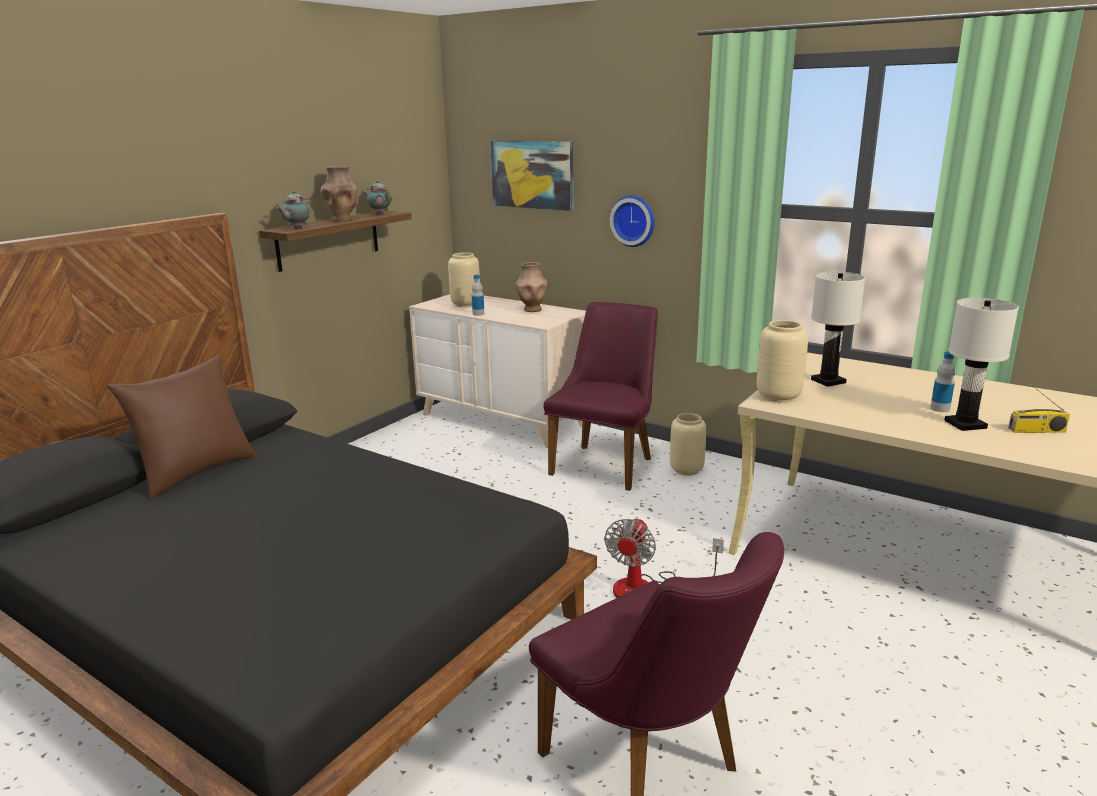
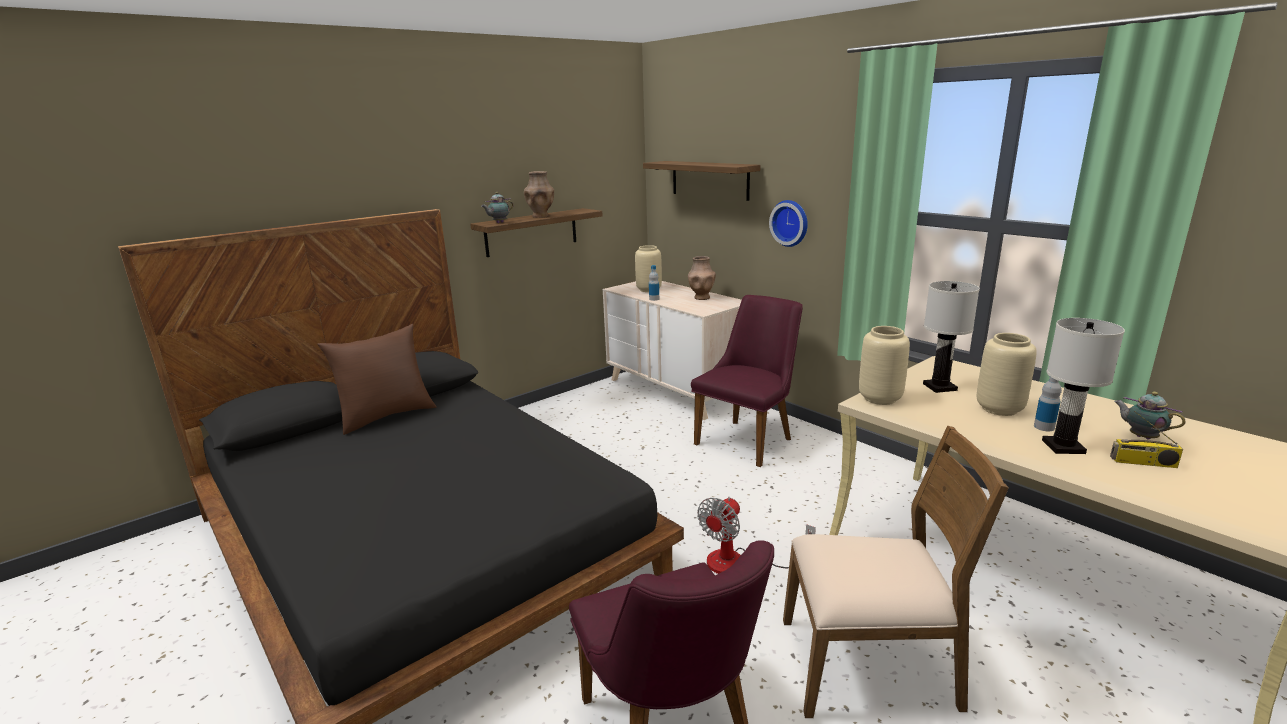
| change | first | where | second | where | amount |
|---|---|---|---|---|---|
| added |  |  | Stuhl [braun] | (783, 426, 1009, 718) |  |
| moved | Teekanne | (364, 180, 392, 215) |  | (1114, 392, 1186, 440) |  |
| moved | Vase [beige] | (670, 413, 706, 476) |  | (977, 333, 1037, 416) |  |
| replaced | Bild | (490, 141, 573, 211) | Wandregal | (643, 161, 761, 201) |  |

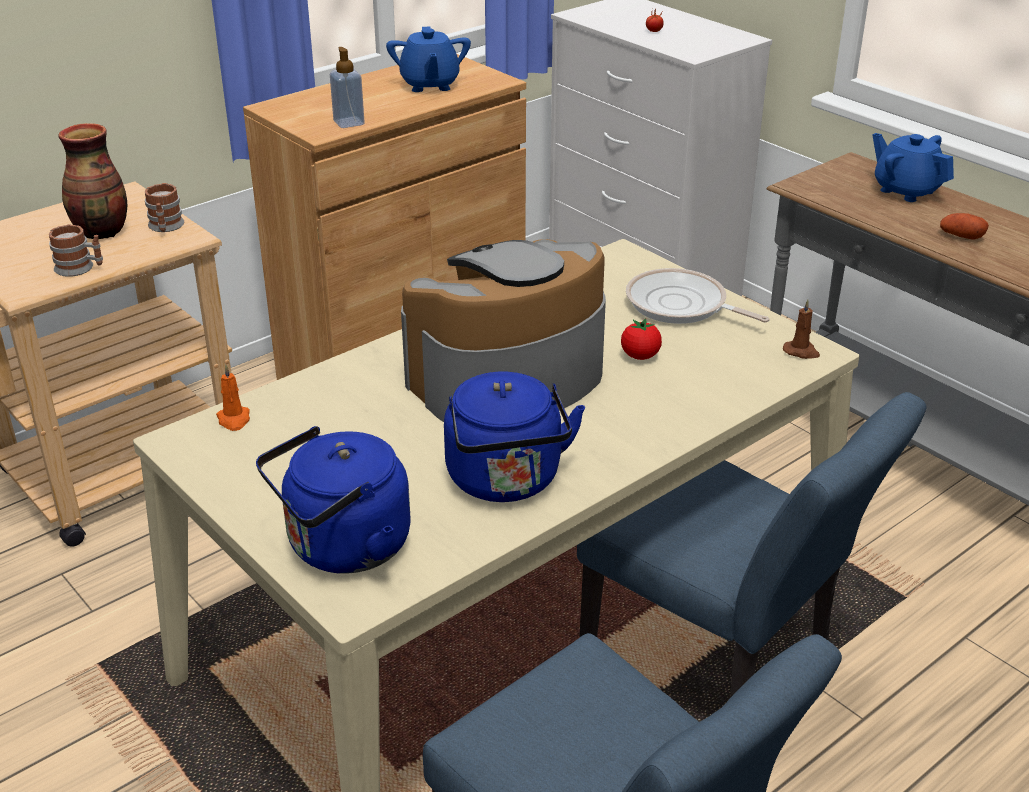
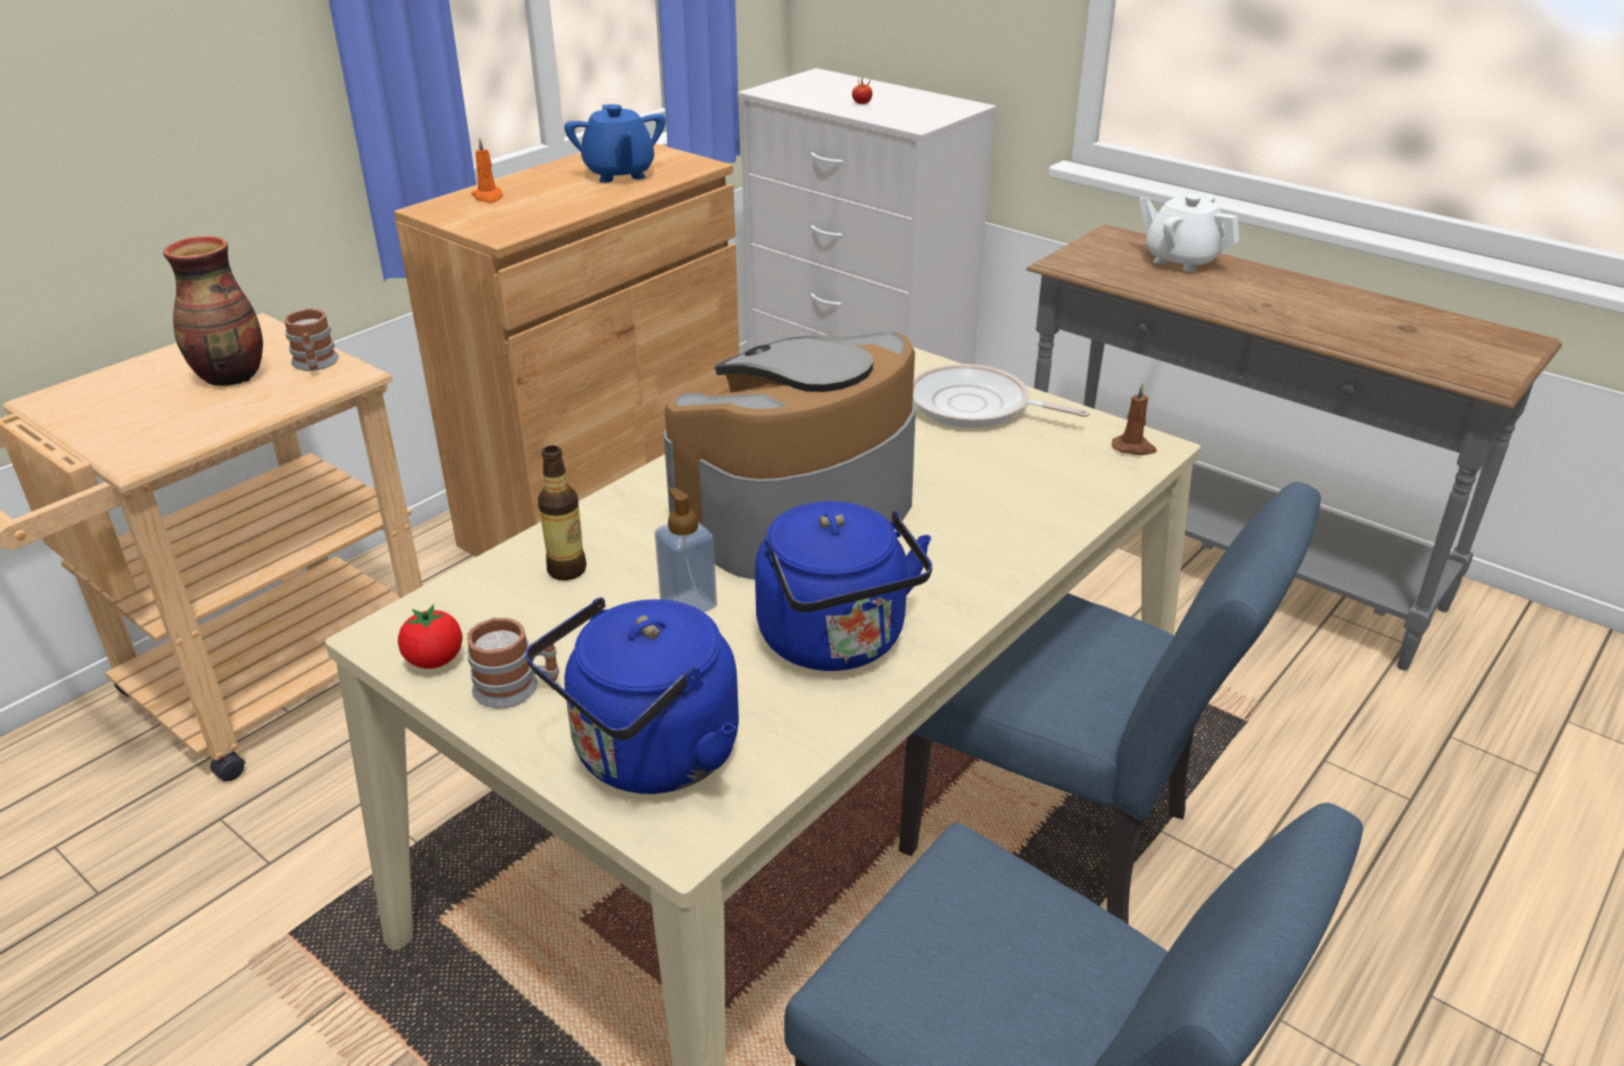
| change | first | where | second | where | amount |
|---|---|---|---|---|---|
| removed | Kartoffel | (940, 213, 989, 239) |  |  |  |
| added |  |  | Flasche | (538, 445, 587, 580) |  |
| moved | Henkelbecher | (49, 224, 103, 277) |  | (467, 617, 559, 709) |  |
| moved | Kerze [orange] | (216, 365, 250, 431) |  | (471, 138, 503, 203) |  |
| moved | Seifenspender | (330, 47, 365, 128) |  | (655, 488, 717, 612) |  |
| moved | Tomate | (621, 318, 662, 360) |  | (398, 604, 463, 669) |  |
| recoloured | Teekanne [blau] | (872, 133, 954, 202) | Teekanne [weiß] | (1139, 194, 1239, 272) |  |

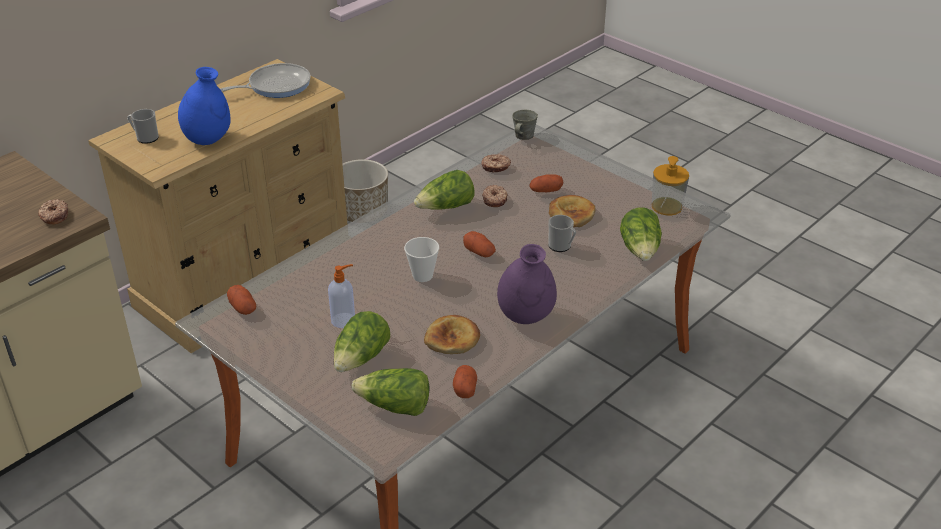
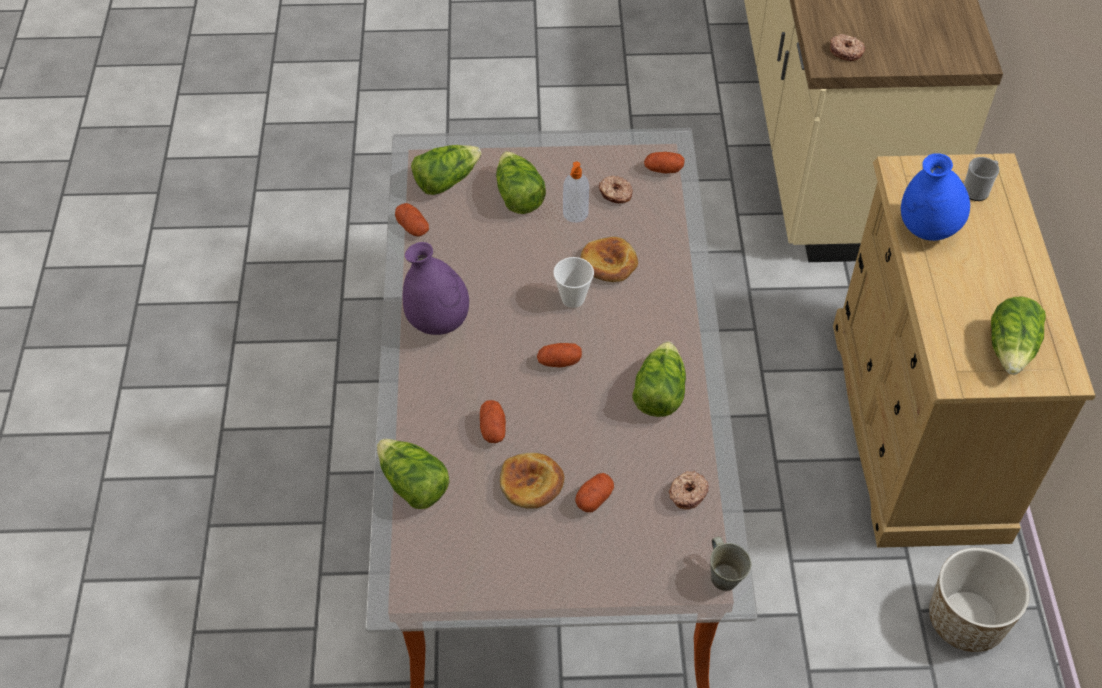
| change | first | where | second | where | amount |
|---|---|---|---|---|---|
| removed | Seifenspender | (652, 156, 689, 215) |  |  |  |
| moved | Brot | (424, 315, 480, 354) |  | (581, 237, 638, 282) |  |
| moved | Donut | (482, 185, 507, 207) |  | (599, 175, 633, 203) |  |
| replaced | Pfanne | (220, 63, 311, 98) | Salatkopf | (991, 297, 1046, 375) |  |
| replaced | Henkelbecher | (548, 215, 576, 252) | Kartoffel | (480, 400, 506, 443) |  |

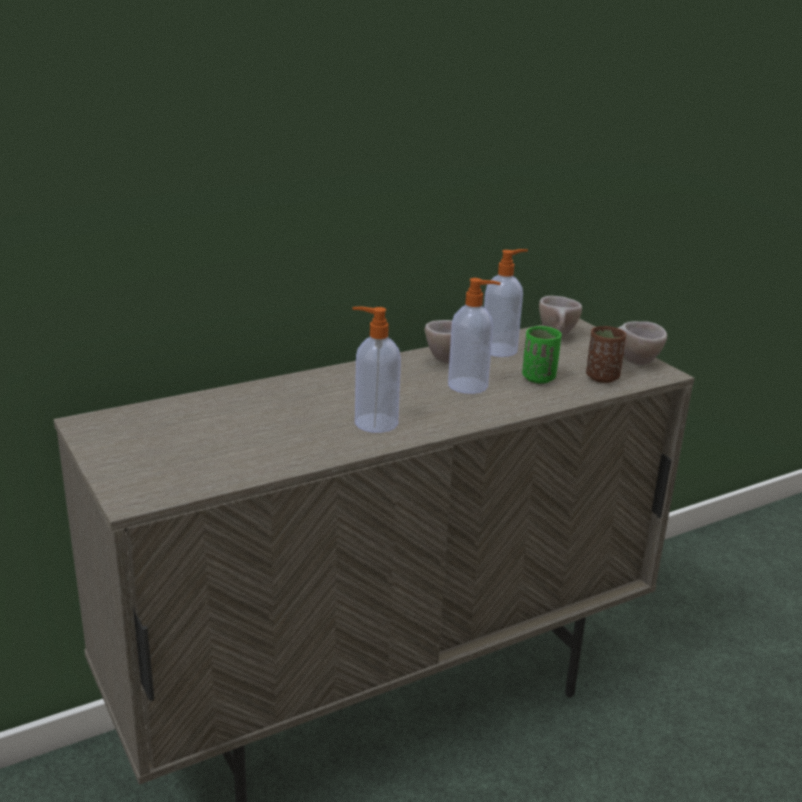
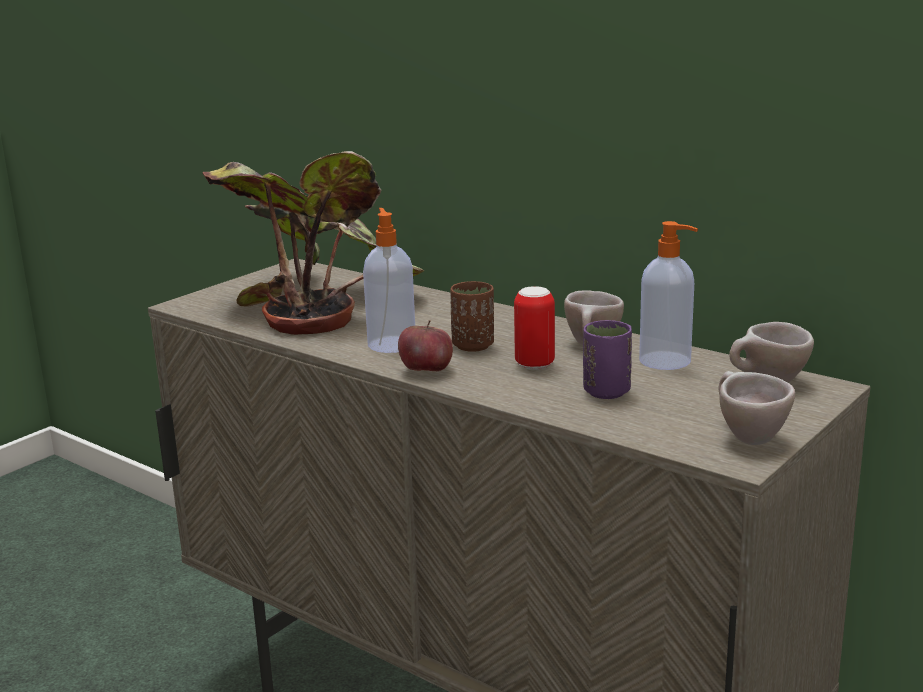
| change | first | where | second | where | amount |
|---|---|---|---|---|---|
| added |  |  | Topfpflanze | (203, 151, 424, 335) |  |
| added |  |  | Apfel | (398, 320, 453, 371) |  |
| moved | Tasse [braun] | (586, 326, 626, 383) |  | (450, 281, 494, 352) |  |
| replaced | Seifenspender | (448, 278, 501, 394) | Dose | (514, 286, 555, 370) |  |
| recoloured | Tasse [grün] | (522, 326, 561, 384) | Tasse [lila] | (583, 320, 632, 399) |  |

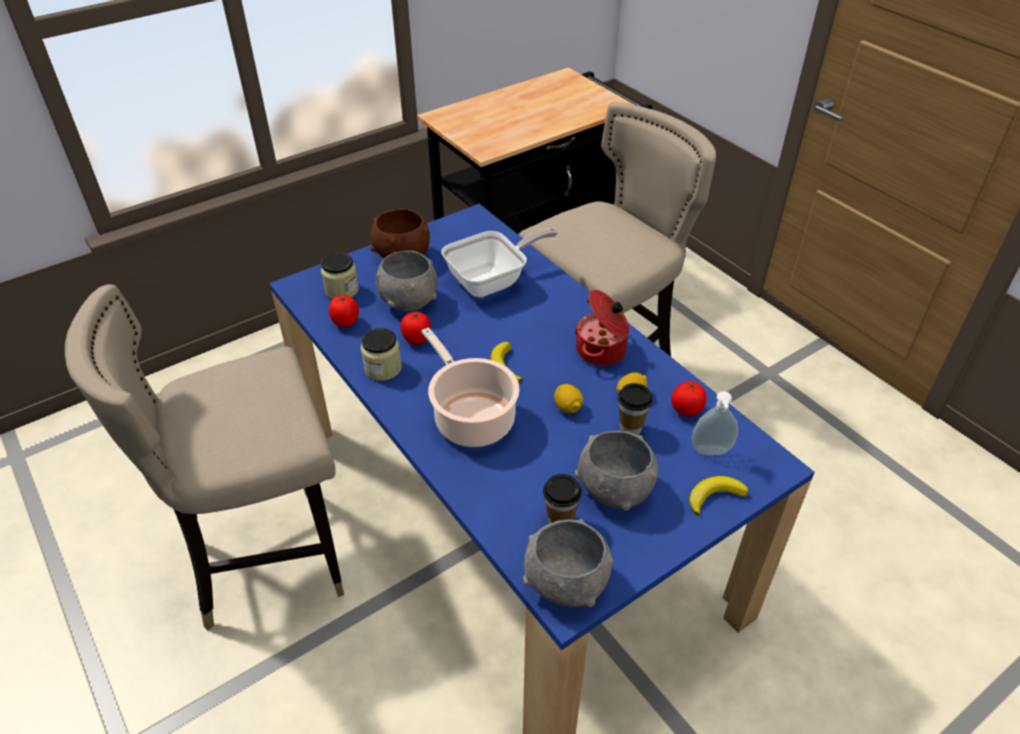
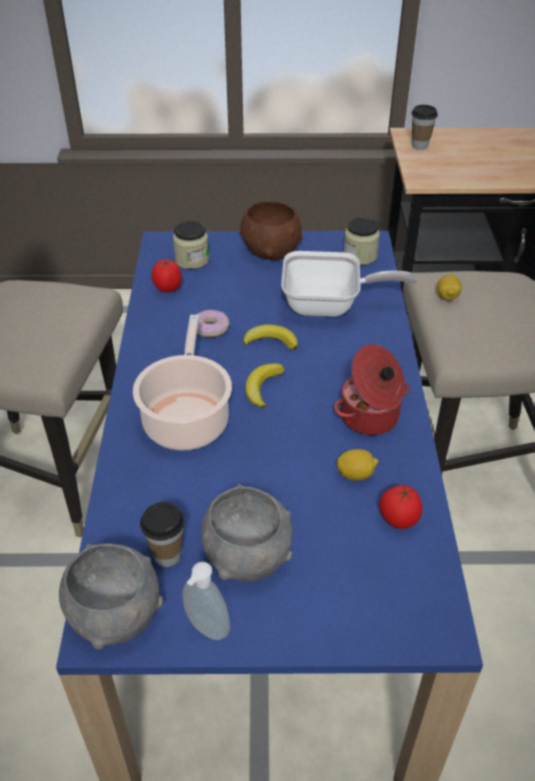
| change | first | where | second | where | amount |
|---|---|---|---|---|---|
| removed | Schüssel [grau] | (376, 251, 438, 311) |  |  |  |
| moved | Vorratsglas | (361, 328, 402, 381) |  | (344, 217, 380, 265) |  |
| moved | Zitrone | (554, 384, 583, 413) |  | (437, 275, 462, 300) |  |
| moved | Tasse | (618, 383, 653, 435) |  | (411, 105, 438, 150) |  |
| moved | Banane | (689, 476, 748, 516) |  | (243, 324, 298, 350) |  |
| moved | Seifenspender | (692, 391, 738, 455) |  | (182, 562, 230, 640) |  |
| replaced | Tomate | (400, 311, 431, 344) | Donut | (196, 310, 230, 337) |  |

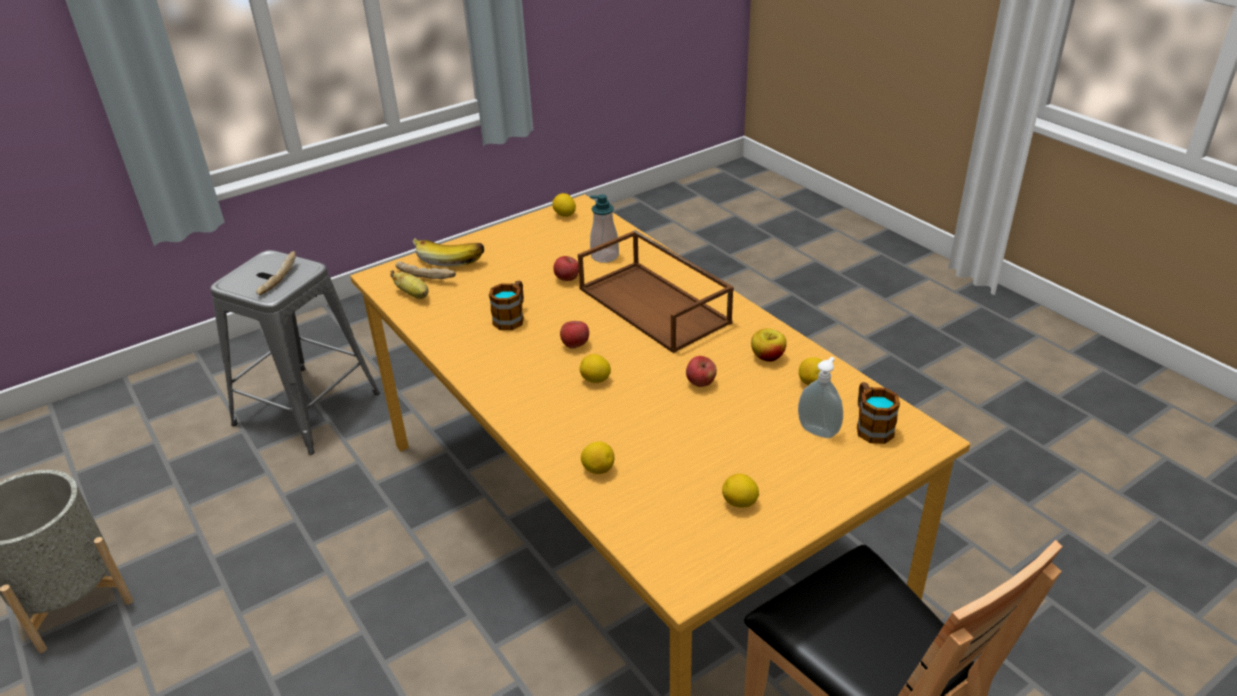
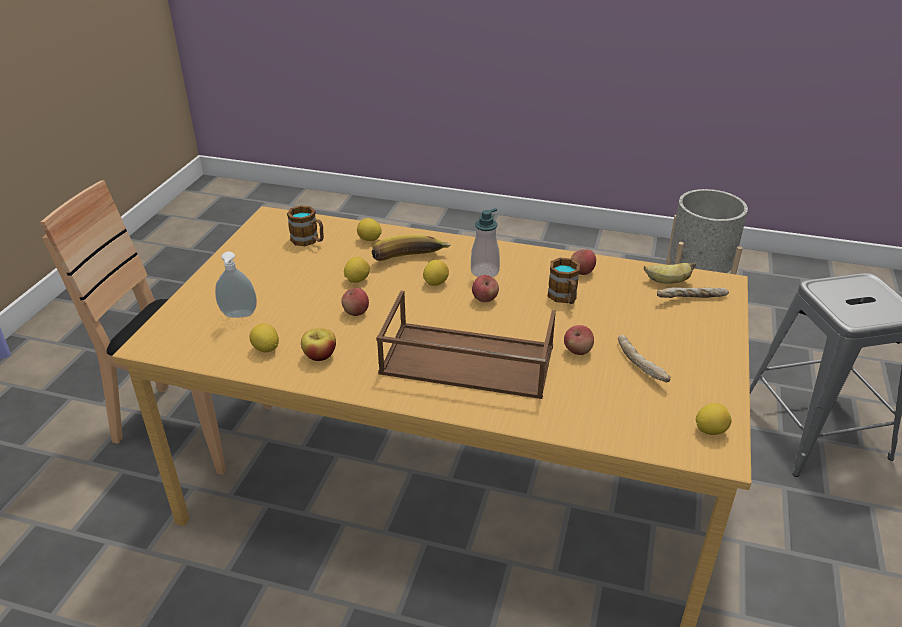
| change | first | where | second | where | amount |
|---|---|---|---|---|---|
| added |  |  | Apfel | (571, 249, 596, 275) |  |
| moved | Brot | (256, 251, 296, 295) |  | (618, 335, 671, 382) |  |
| moved | Banane | (413, 238, 484, 267) |  | (372, 235, 451, 261) |  |
| moved | Seifenspender | (590, 194, 619, 263) |  | (471, 208, 500, 277) |  |
| moved | Zitrone | (722, 473, 759, 508) |  | (344, 257, 370, 283) |  |
| moved | Henkelbecher | (857, 382, 900, 444) |  | (287, 205, 324, 246) |  |

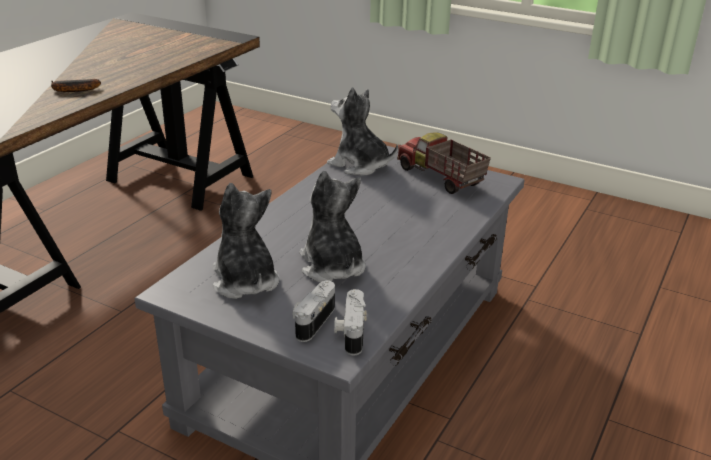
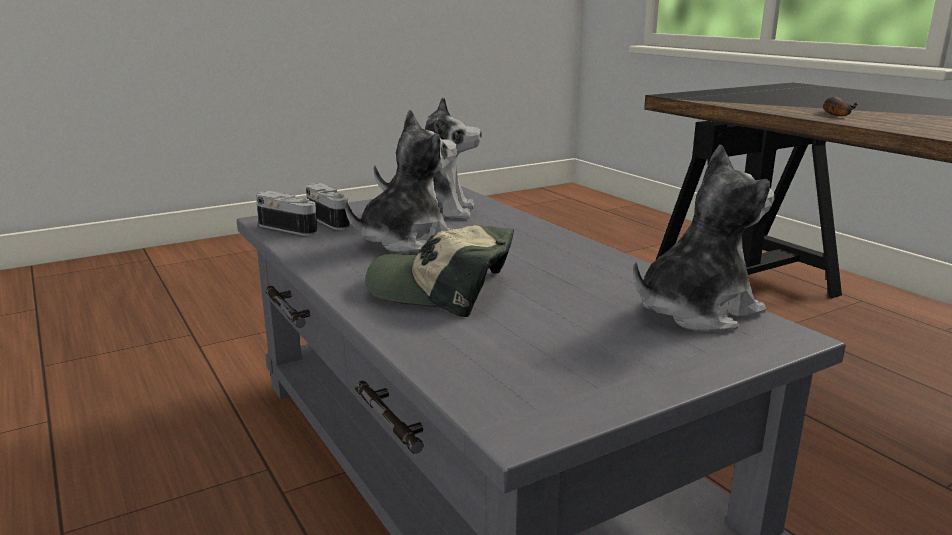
| change | first | where | second | where | amount |
|---|---|---|---|---|---|
| removed | Spielzeuglaster | (397, 133, 491, 194) |  |  |  |
| added |  |  | Kappe | (365, 225, 514, 317) |  |
| turned | Plüschtier | (300, 171, 366, 282) |  | (345, 110, 457, 253) | 45 degrees counterclockwise |

